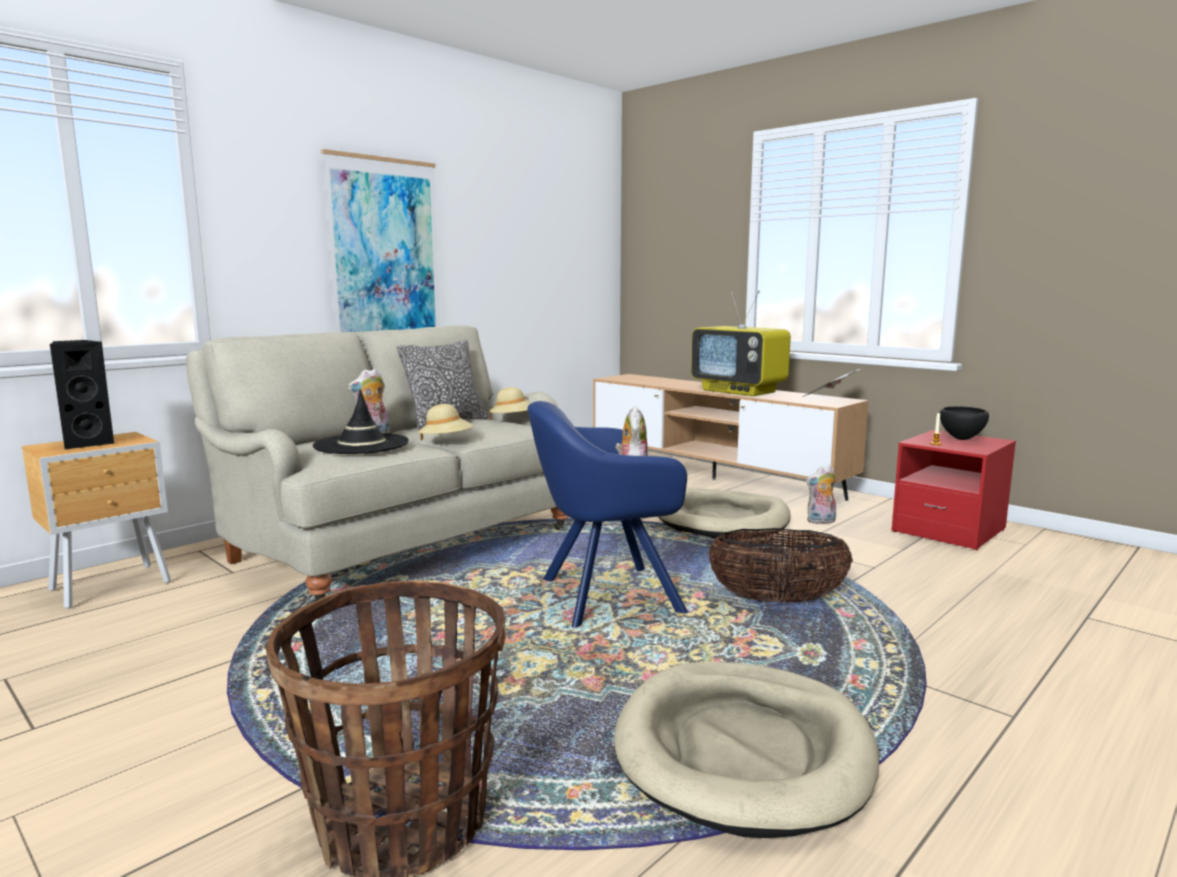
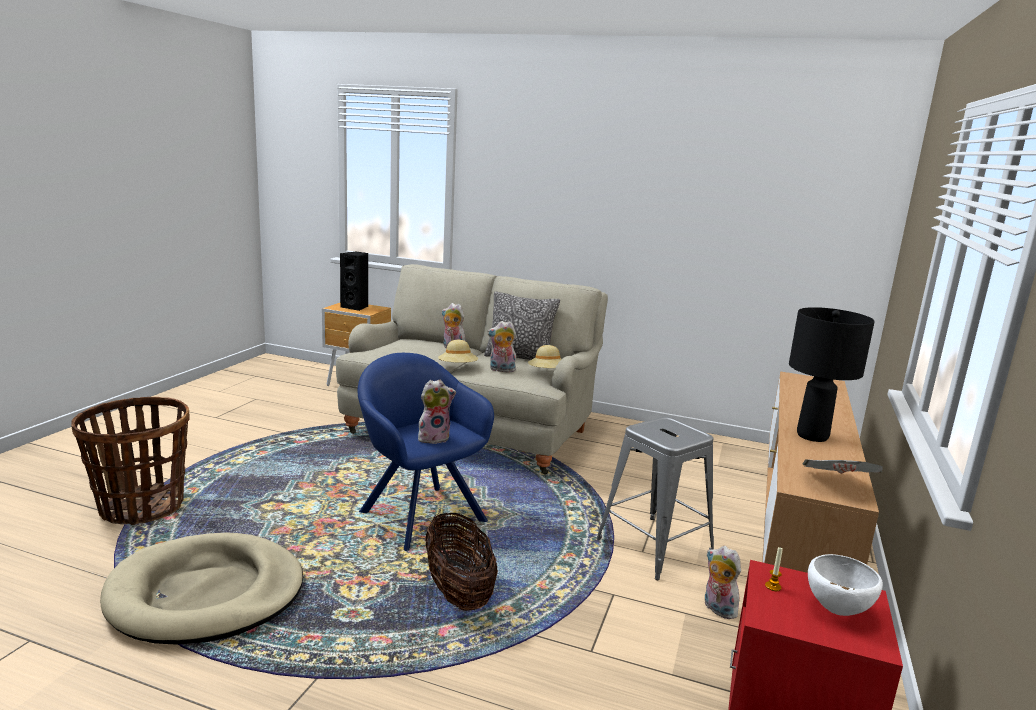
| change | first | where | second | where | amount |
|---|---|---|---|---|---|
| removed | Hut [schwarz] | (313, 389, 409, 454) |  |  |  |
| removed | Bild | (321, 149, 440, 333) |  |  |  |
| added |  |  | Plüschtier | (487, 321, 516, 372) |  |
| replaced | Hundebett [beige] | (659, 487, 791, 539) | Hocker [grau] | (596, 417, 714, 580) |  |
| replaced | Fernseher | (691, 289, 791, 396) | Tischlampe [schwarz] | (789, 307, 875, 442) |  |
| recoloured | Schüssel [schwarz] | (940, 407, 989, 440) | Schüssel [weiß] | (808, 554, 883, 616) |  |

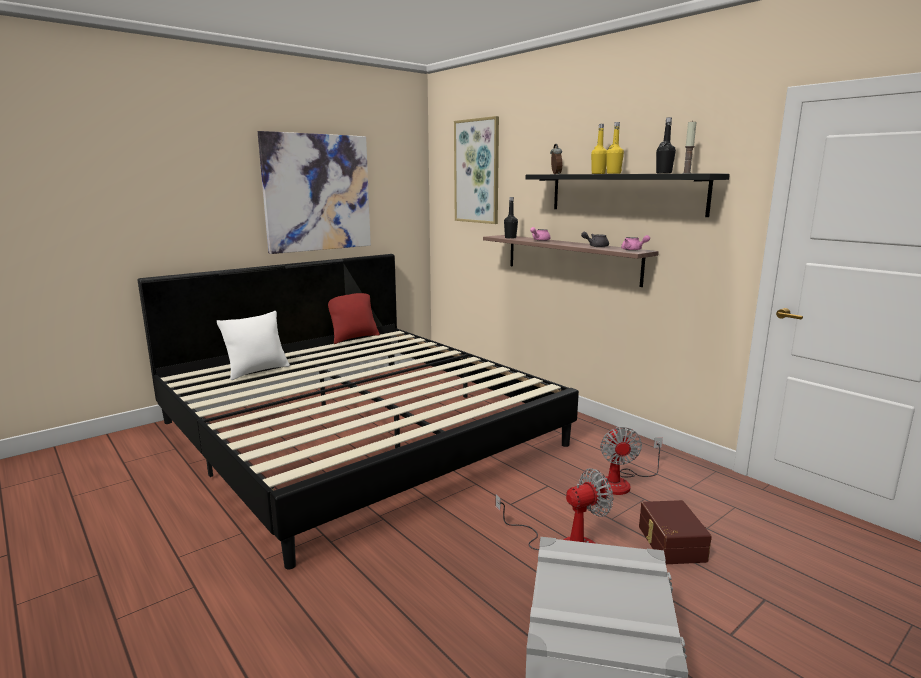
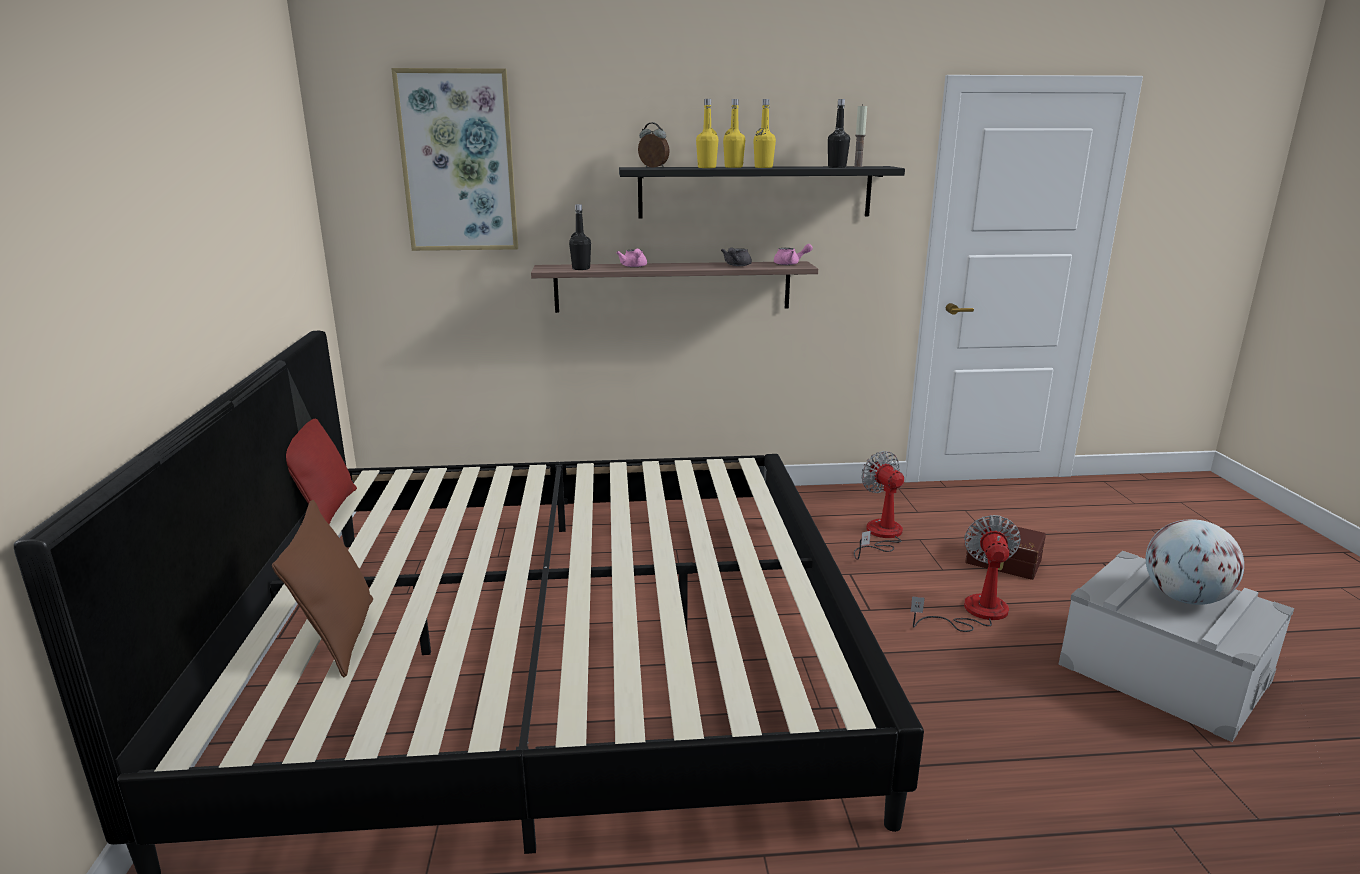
| change | first | where | second | where | amount |
|---|---|---|---|---|---|
| removed | Bild | (258, 131, 371, 254) |  |  |  |
| added |  |  | Flasche [gelb] | (696, 99, 719, 168) |  |
| added |  |  | Globus | (1146, 519, 1244, 605) |  |
| recoloured | Kissen [weiß] | (217, 311, 290, 380) | Kissen [braun] | (272, 500, 373, 678) |  |
| turned | Ventilator | (600, 427, 663, 495) |  | (854, 451, 904, 560) | 150 degrees counterclockwise |

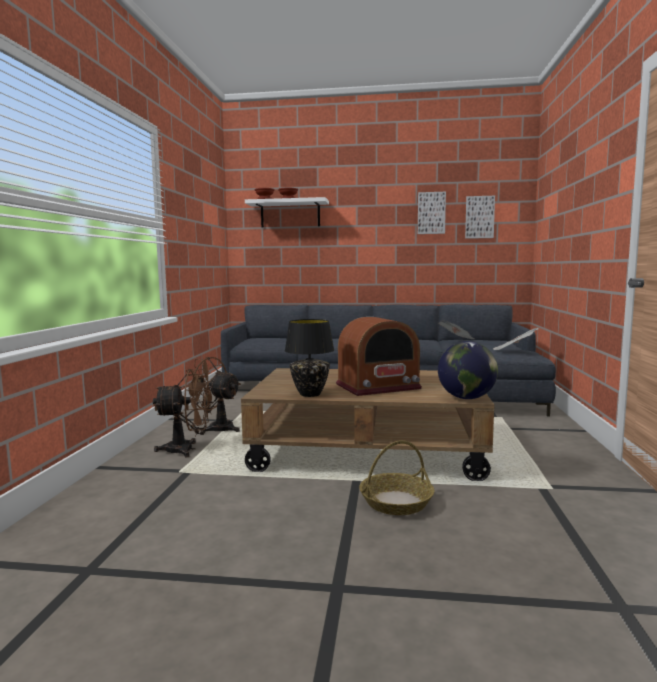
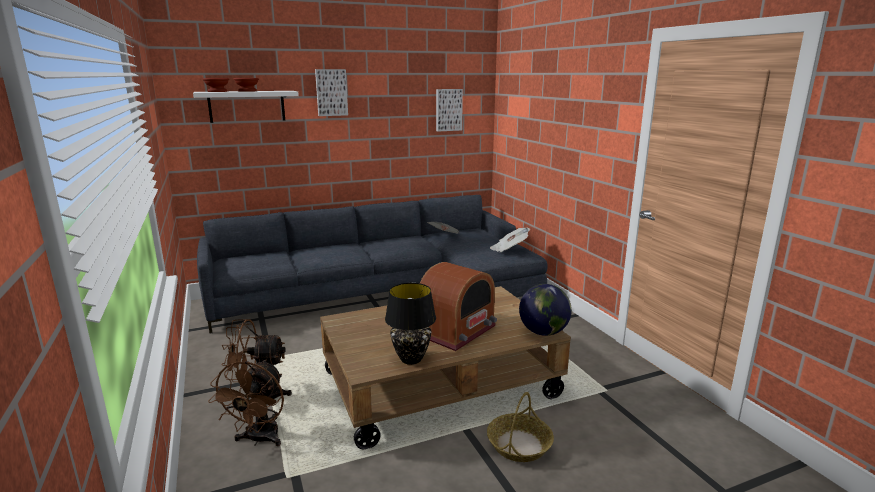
| change | first | where | second | where | amount |
|---|---|---|---|---|---|
| moved | Bild | (418, 192, 446, 234) |  | (315, 69, 348, 116) |  |
| turned | Ventilator [braun] | (153, 369, 210, 458) |  | (208, 360, 284, 446) | 135 degrees clockwise |

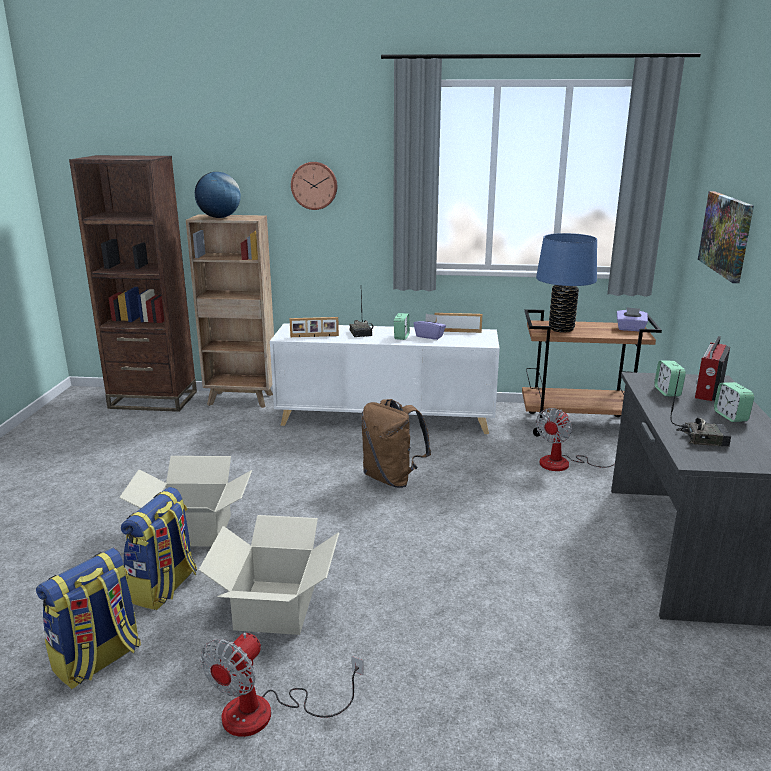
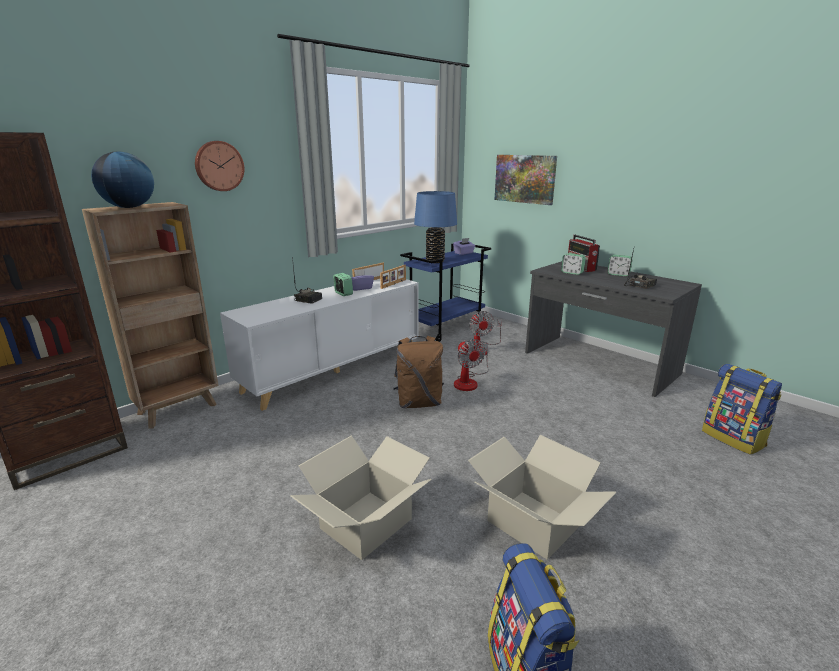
| change | first | where | second | where | amount |
|---|---|---|---|---|---|
| moved | Rucksack | (121, 487, 197, 610) |  | (702, 364, 782, 455) |  |
| moved | Ventilator | (200, 633, 363, 737) |  | (454, 339, 489, 391) |  |
| moved | Bilderrahmen | (290, 317, 339, 337) |  | (380, 265, 406, 289) |  |
| recoloured | Rollwagen [braun] | (522, 309, 662, 436) | Rollwagen [blau] | (400, 244, 491, 342) |  |

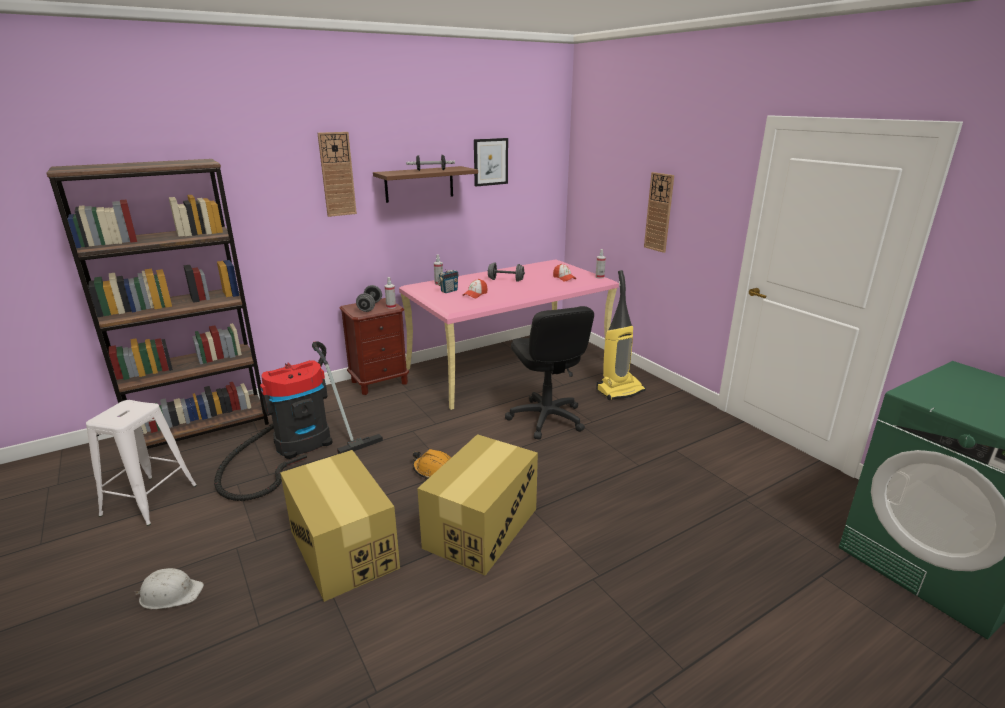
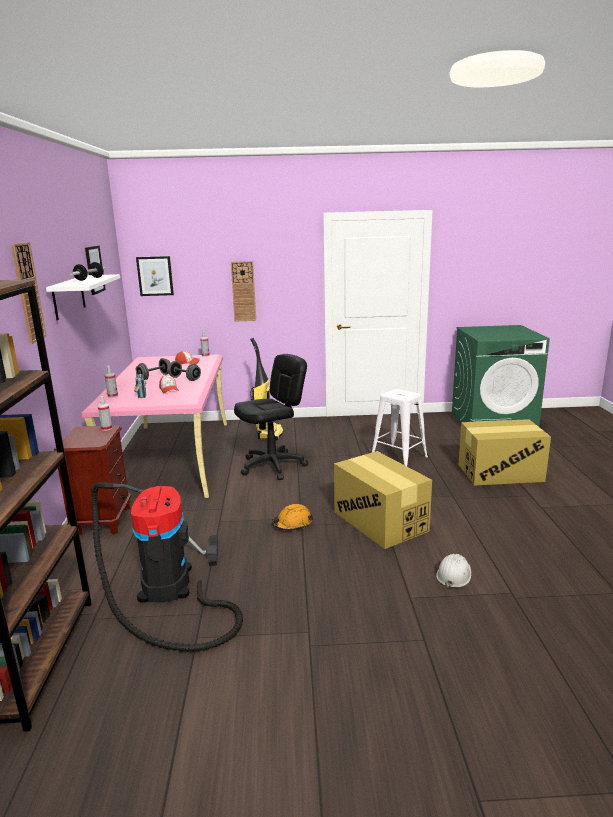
| change | first | where | second | where | amount |
|---|---|---|---|---|---|
| added |  |  | Bild | (136, 256, 174, 296) |  |
| moved | Hocker [weiß] | (86, 400, 197, 526) |  | (372, 389, 428, 466) |  |
| moved | Schutzhelm [weiß] | (135, 568, 204, 609) |  | (436, 554, 471, 588) |  |
| moved | Karton | (280, 450, 400, 602) |  | (458, 419, 551, 486) |  |
| moved | Hantel [grau] | (356, 285, 382, 312) |  | (167, 361, 201, 381) |  |
| recoloured | Wandregal [braun] | (373, 166, 478, 203) | Wandregal [weiß] | (46, 274, 120, 320) |  |
| turned | Bürostuhl [schwarz] | (505, 306, 594, 440) |  | (234, 354, 308, 480) | 45 degrees counterclockwise |

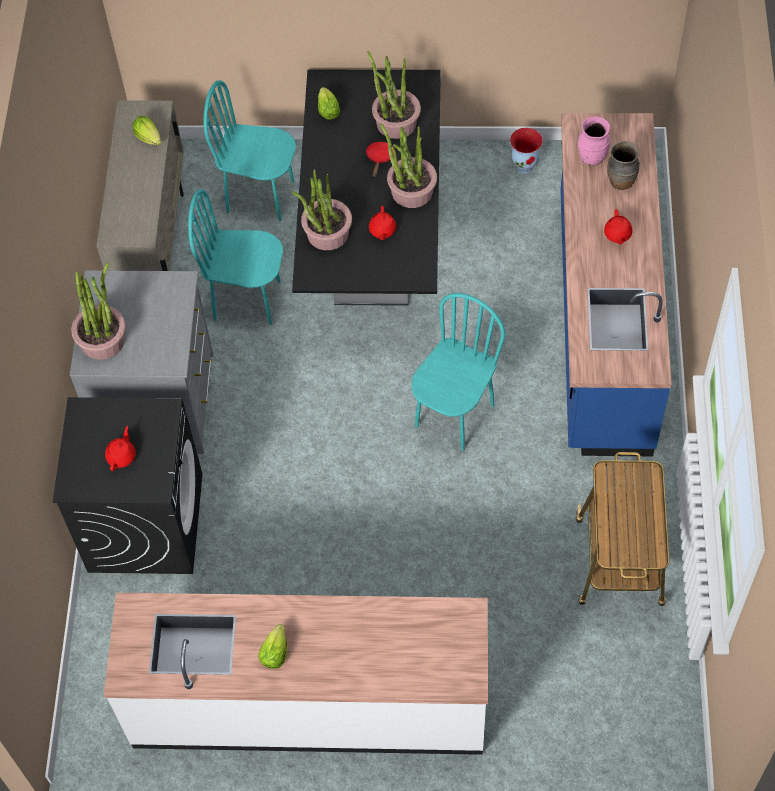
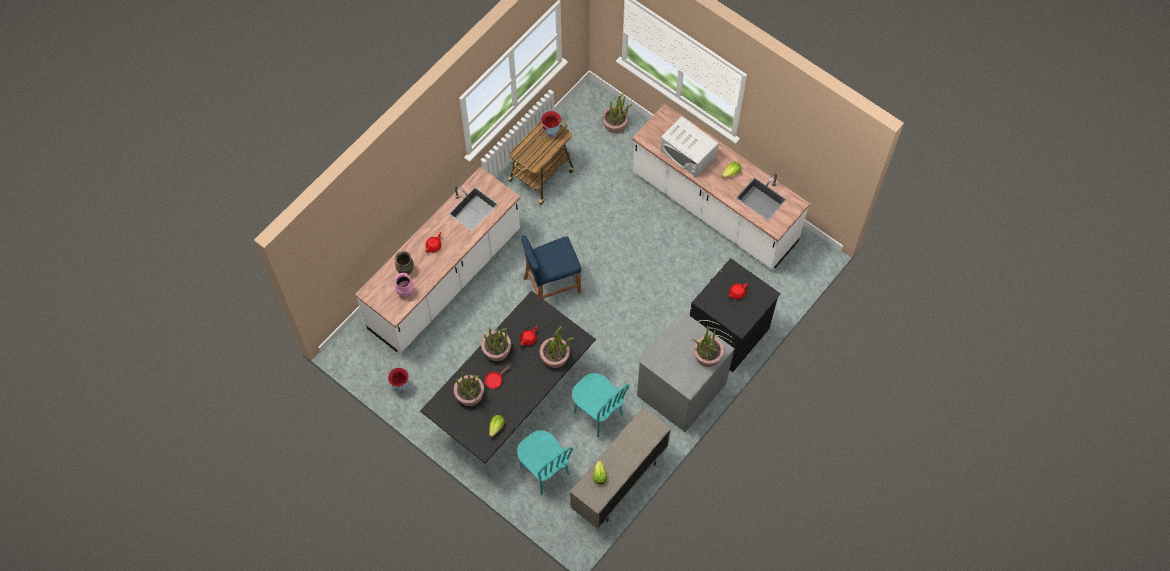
| change | first | where | second | where | amount |
|---|---|---|---|---|---|
| added |  |  | Vase | (541, 111, 561, 138) |  |
| added |  |  | Topfpflanze | (602, 93, 632, 133) |  |
| added |  |  | Mikrowelle [weiß] | (660, 116, 719, 177) |  |
| replaced | Stuhl [türkis] | (411, 293, 505, 451) | Hocker [blau] | (521, 235, 581, 299) |  |
| recoloured | Küchenzeile [blau] | (560, 113, 672, 456) | Küchenzeile [weiß] | (355, 167, 521, 353) |  |

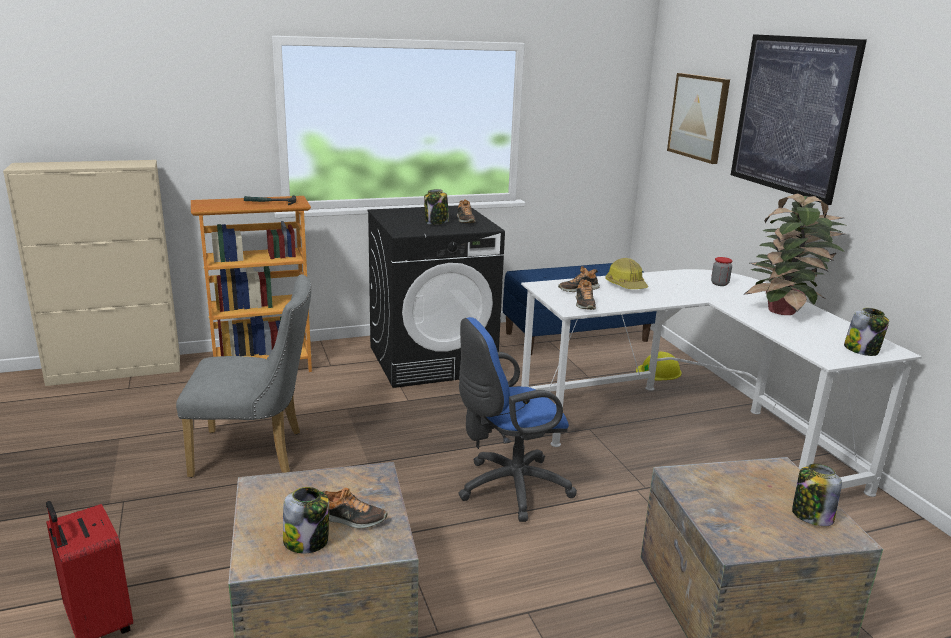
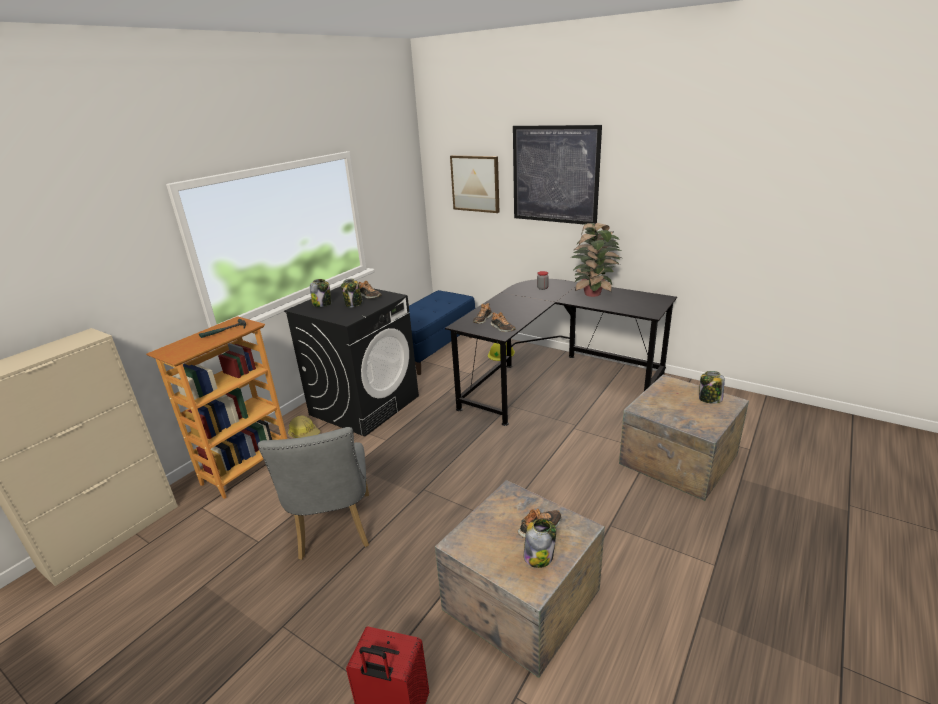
| change | first | where | second | where | amount |
|---|---|---|---|---|---|
| removed | Bürostuhl [blau] | (458, 317, 577, 522) |  |  |  |
| moved | Schutzhelm | (605, 258, 648, 289) |  | (288, 415, 320, 438) |  |
| moved | Vorratsglas | (844, 308, 889, 356) |  | (310, 279, 331, 307) |  |
| recoloured | Schreibtisch [weiß] | (521, 269, 922, 497) | Schreibtisch [schwarz] | (445, 279, 677, 426) |  |
| turned | Stuhl [grau] | (176, 274, 311, 478) |  | (258, 427, 369, 560) | 120 degrees clockwise |

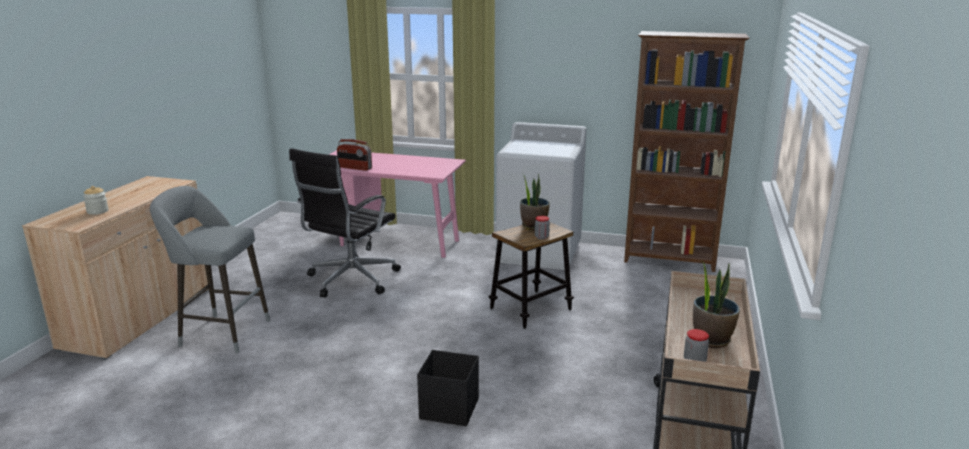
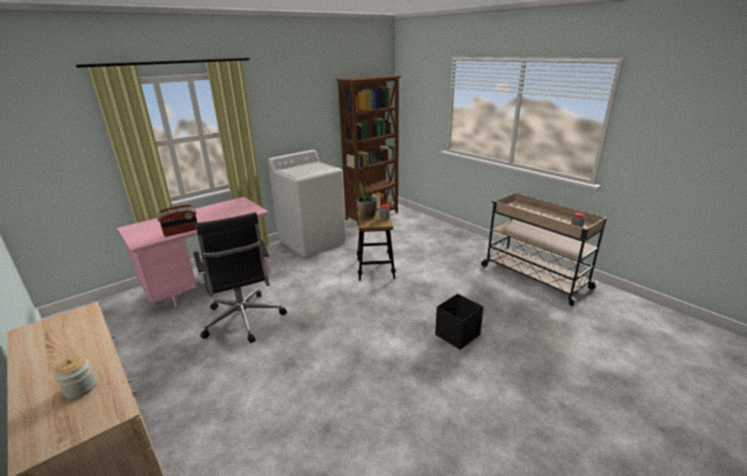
| change | first | where | second | where | amount |
|---|---|---|---|---|---|
| removed | Hocker [grau] | (150, 186, 270, 353) |  |  |  |
| removed | Topfpflanze | (693, 260, 740, 348) |  |  |  |

